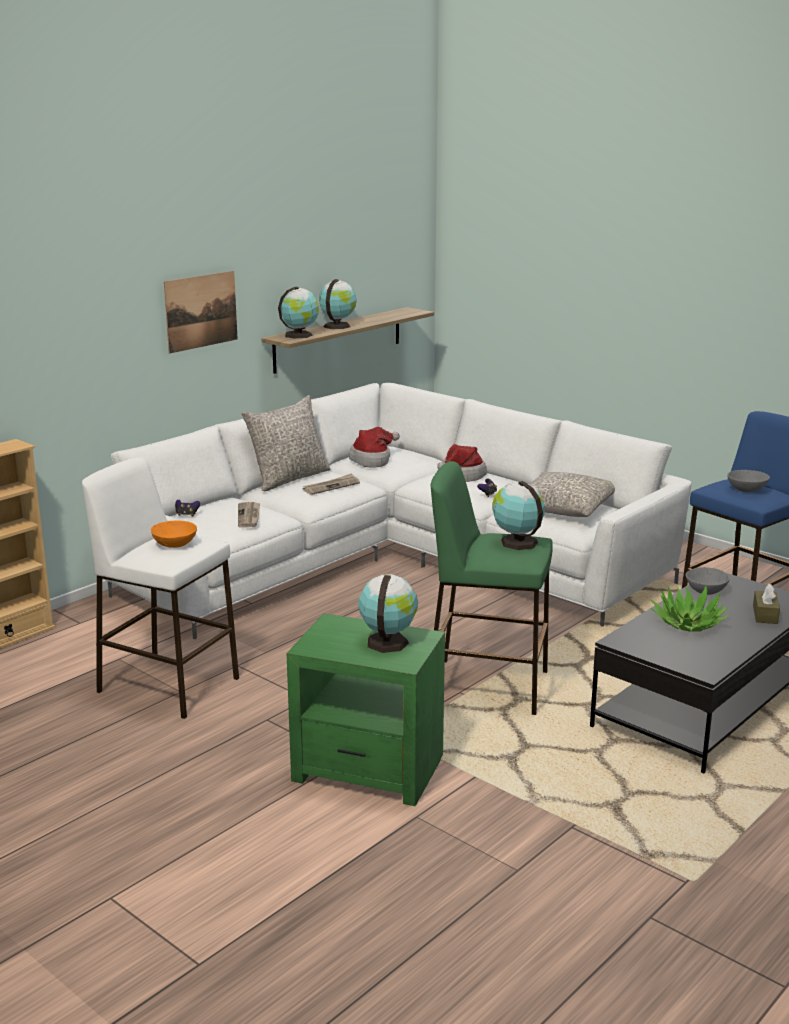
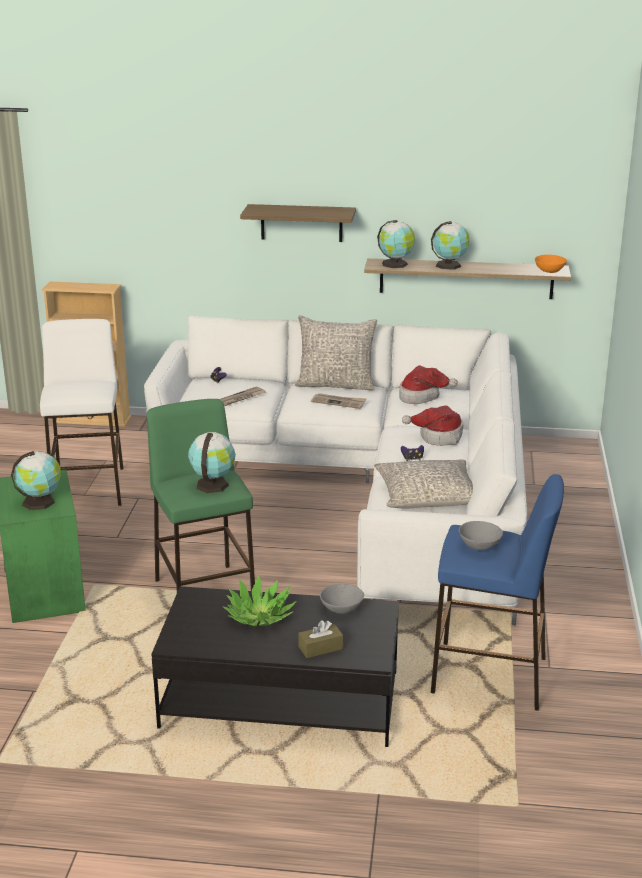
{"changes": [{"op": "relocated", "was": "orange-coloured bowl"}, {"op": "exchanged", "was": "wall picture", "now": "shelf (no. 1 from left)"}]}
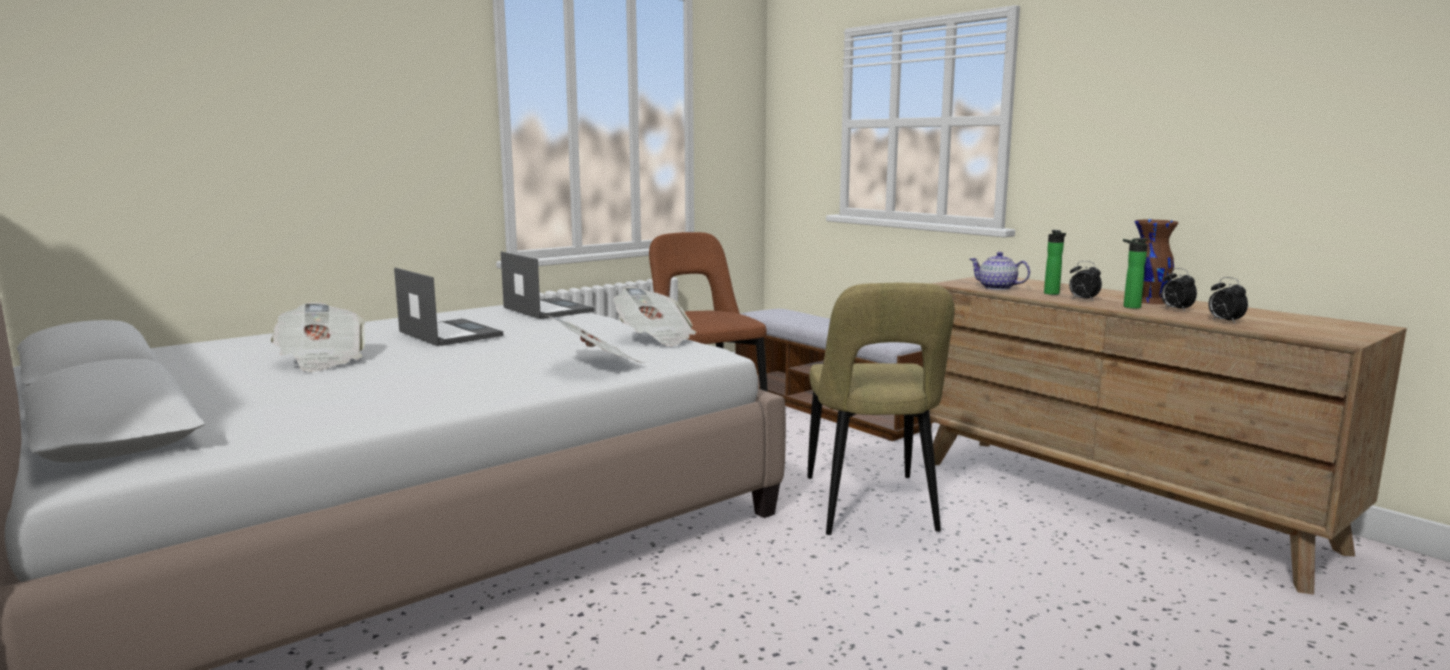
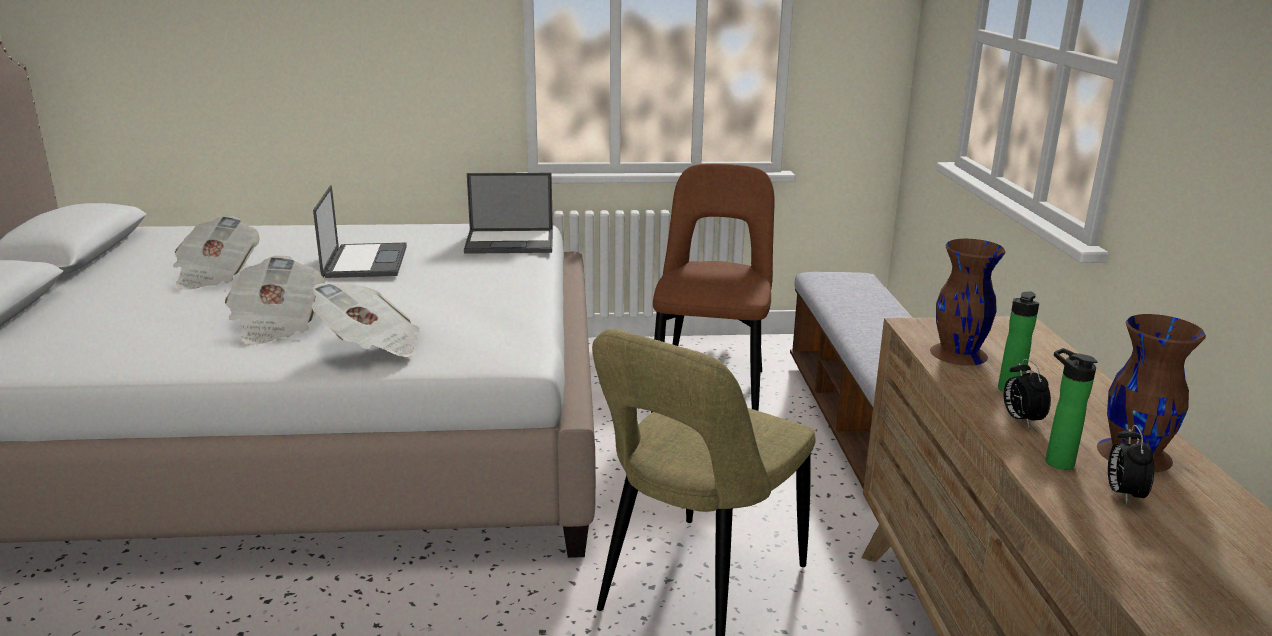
{"changes": [{"op": "missing", "was": "alarm clock (no. 3 from left)"}, {"op": "relocated", "was": "daily paper (no. 3 from left in the first image)", "now": "daily paper (no. 2 from left)"}, {"op": "exchanged", "was": "teapot", "now": "brown vase (no. 1 from left)"}, {"op": "spun", "was": "notebook computer (no. 2 from left)", "clockwise": 90}]}
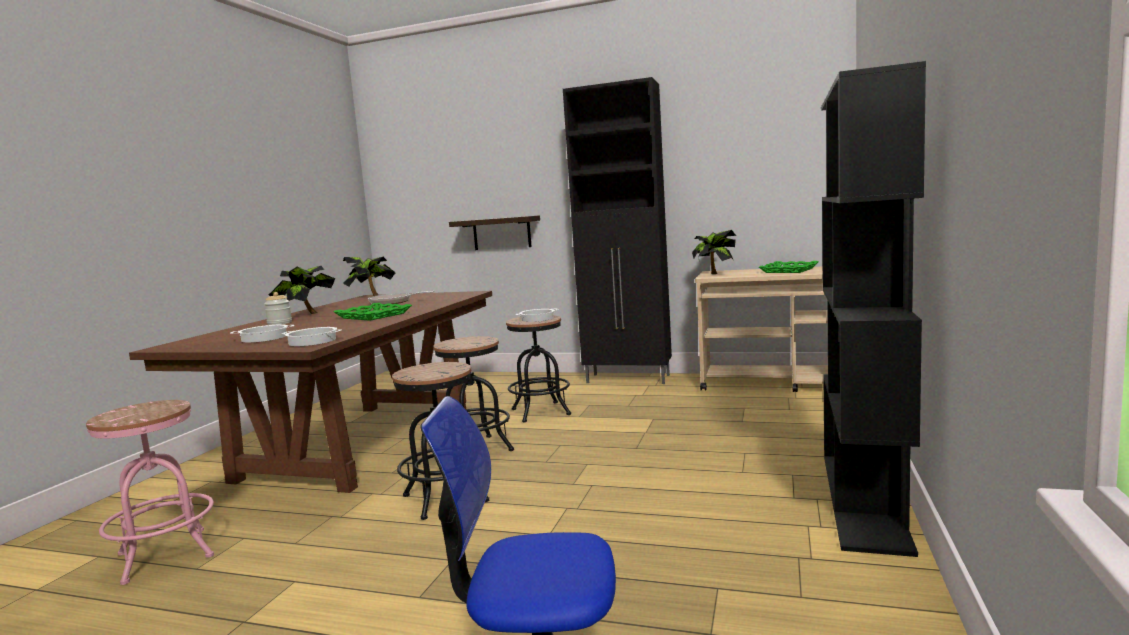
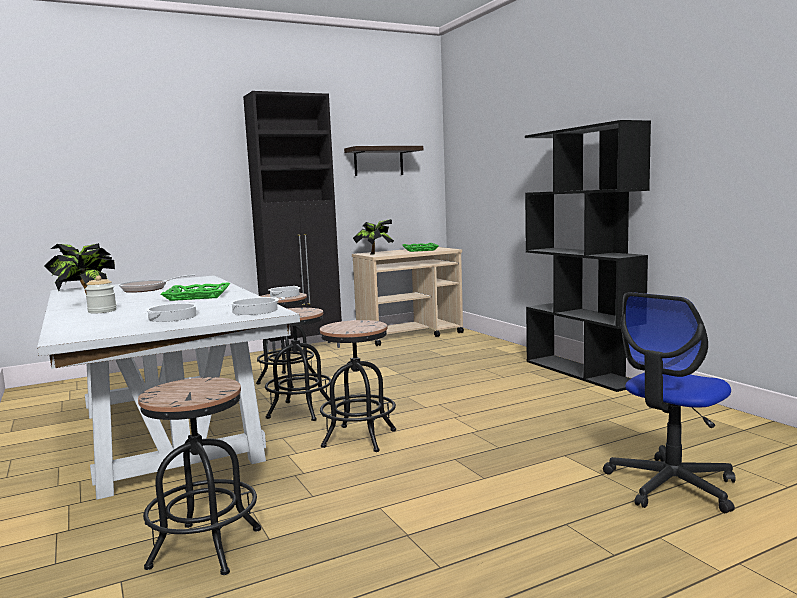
{"changes": [{"op": "relocated", "was": "shelf"}, {"op": "colour", "was": "pink stool seat", "now": "blackish stool seat (no. 1 from left)"}, {"op": "colour", "was": "brown dining table", "now": "whitish dining table"}]}
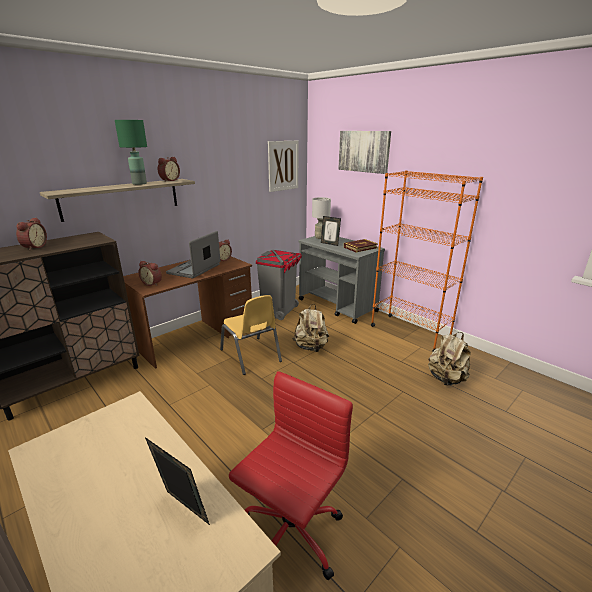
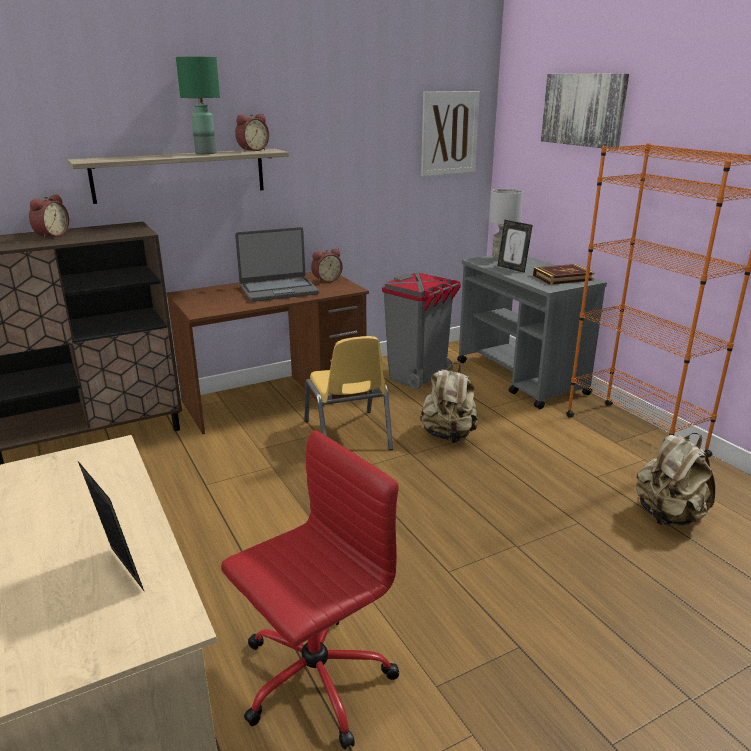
{"changes": [{"op": "missing", "was": "alarm clock (no. 2 from left)"}, {"op": "spun", "was": "notebook computer", "clockwise": -150}]}
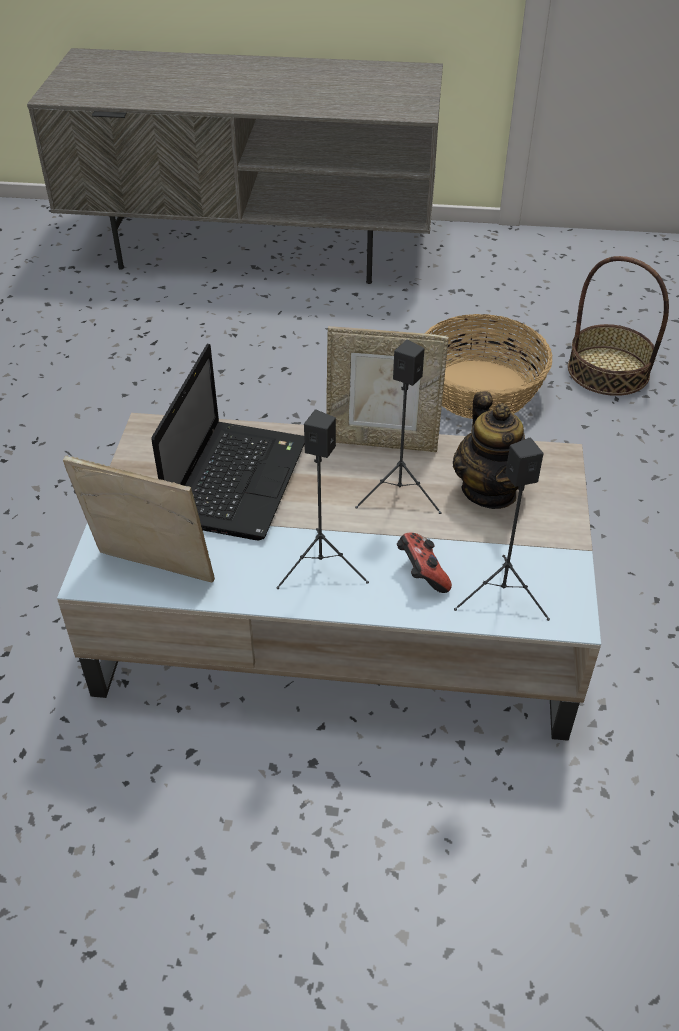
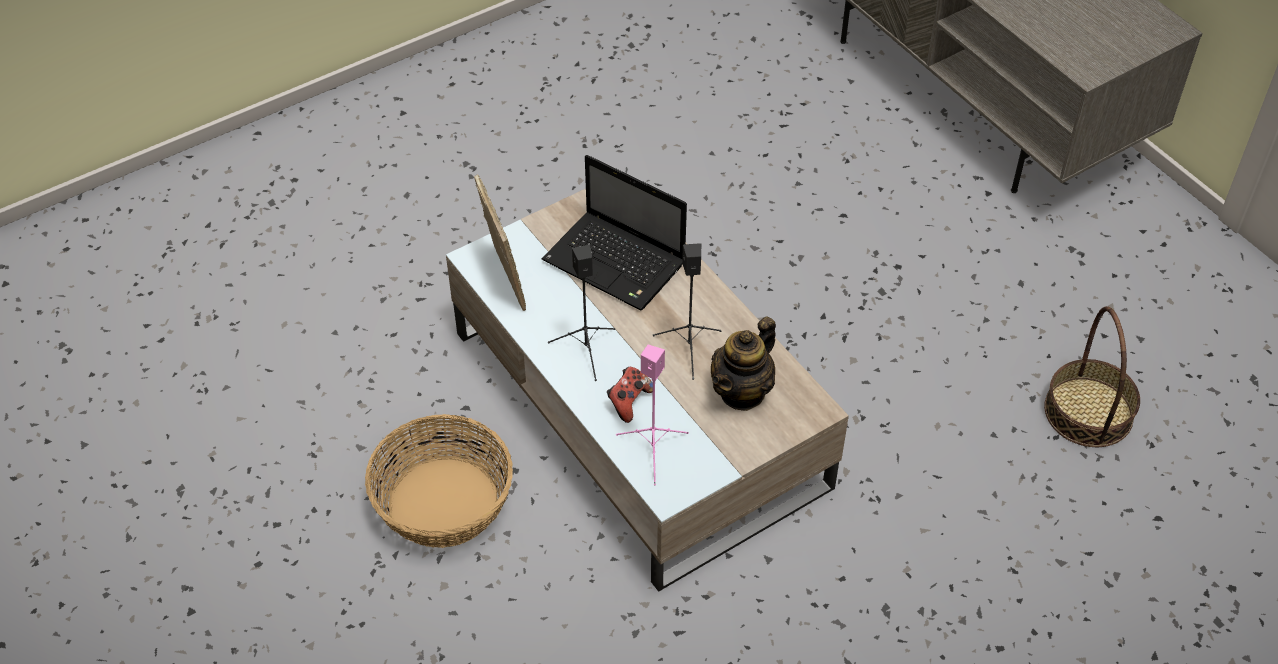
{"changes": [{"op": "missing", "was": "picture frame (no. 2 from left)"}, {"op": "relocated", "was": "basket (no. 1 from left)"}, {"op": "colour", "was": "blackish loudspeaker (no. 3 from left)", "now": "pink loudspeaker"}, {"op": "spun", "was": "notebook computer", "clockwise": 60}]}
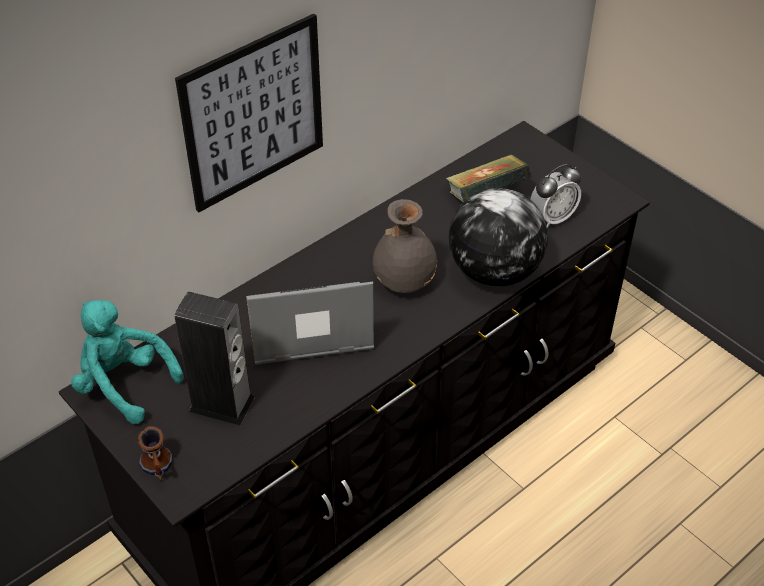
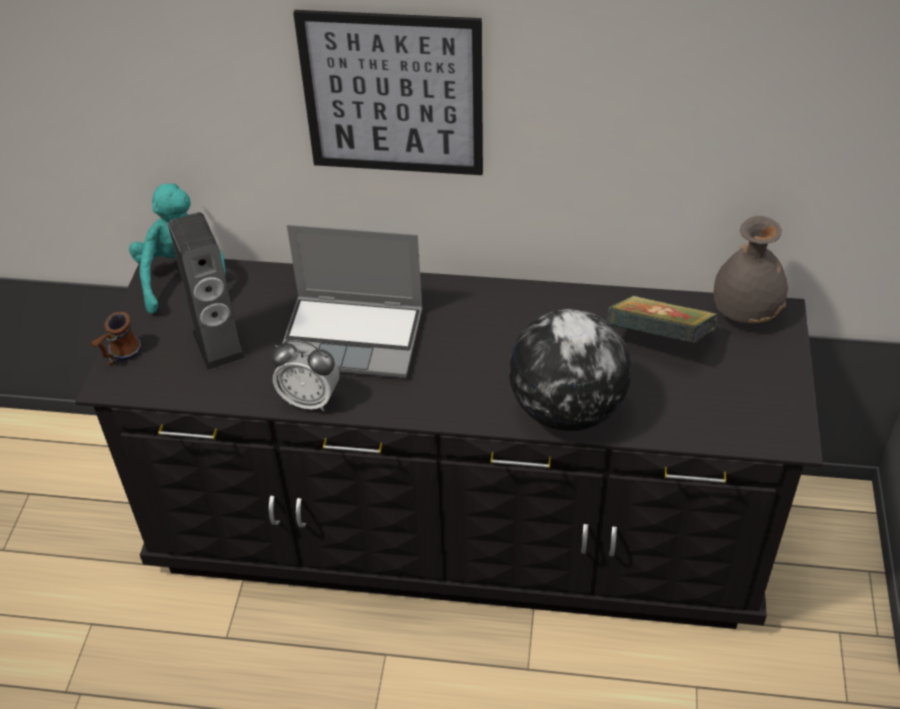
{"changes": [{"op": "relocated", "was": "gray vase"}, {"op": "relocated", "was": "alarm clock"}, {"op": "spun", "was": "notebook computer", "clockwise": 150}]}
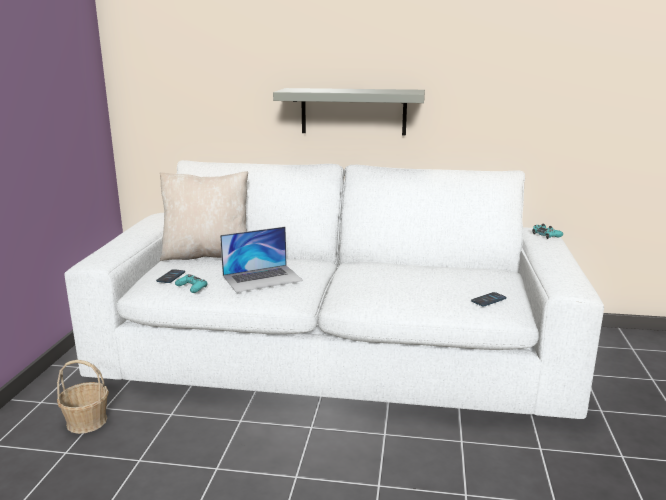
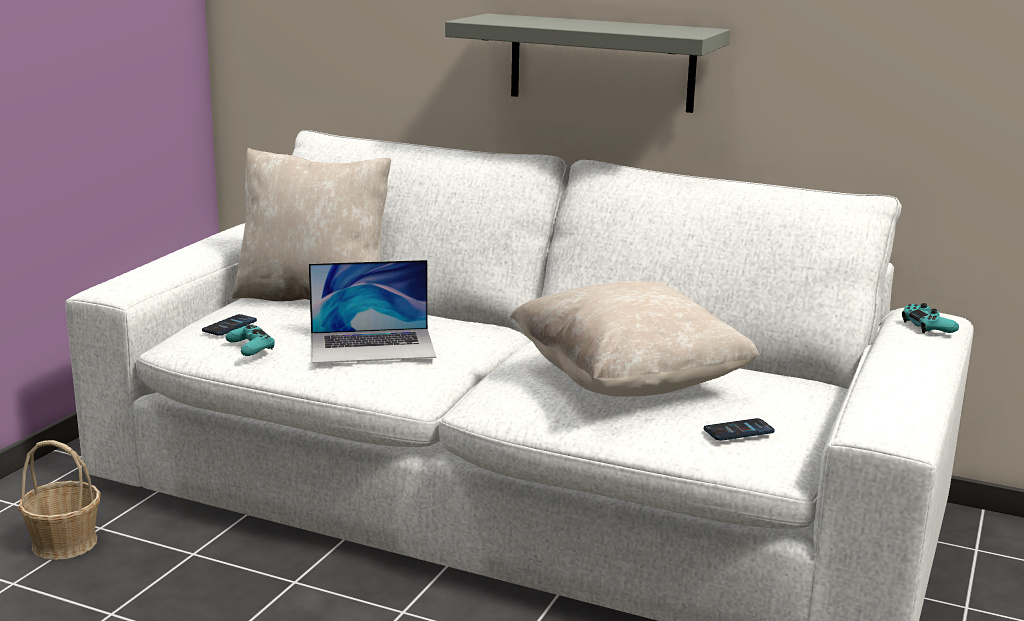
{"changes": [{"op": "appeared", "now": "beige-coloured cushion (no. 2 from left)"}]}
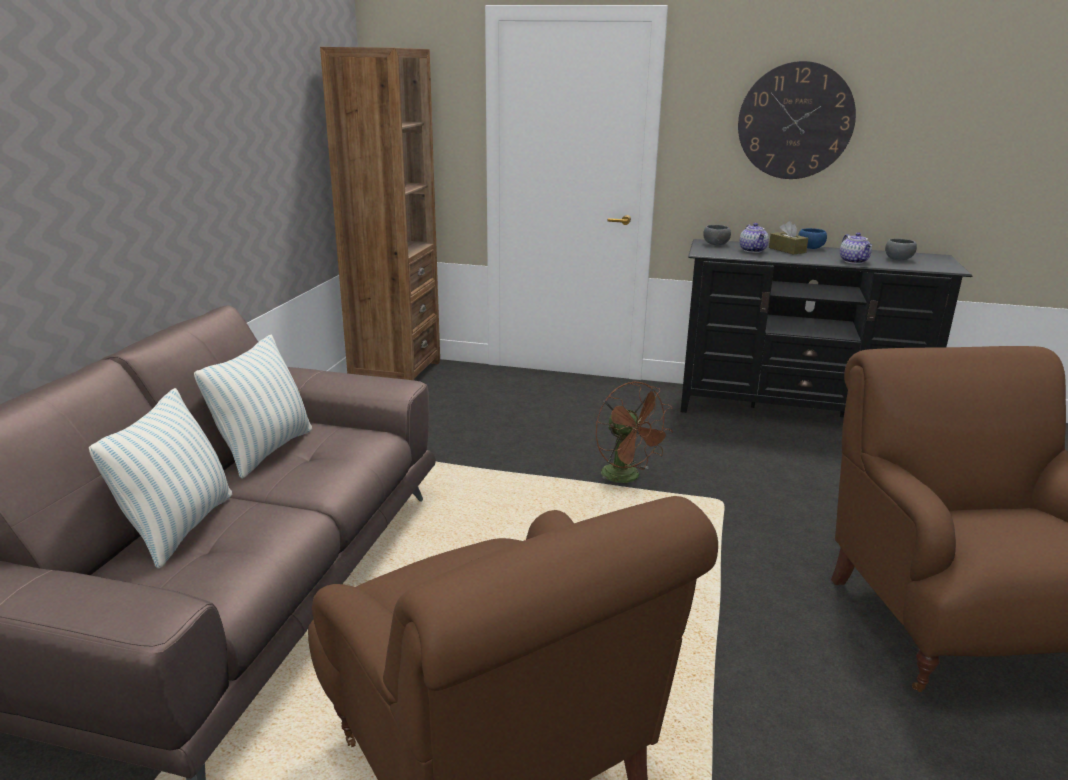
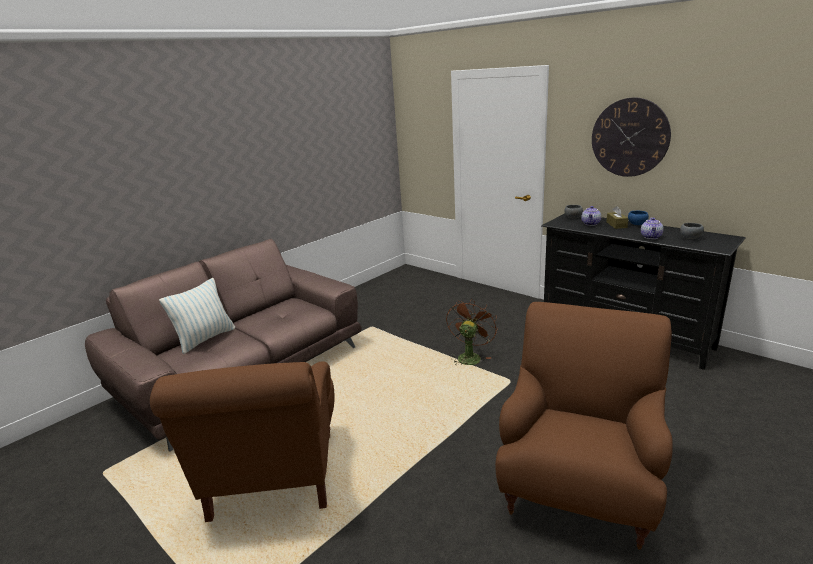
{"changes": [{"op": "missing", "was": "cushion (no. 2 from left)"}, {"op": "missing", "was": "brown bookshelf"}, {"op": "spun", "was": "brown electric fan", "clockwise": -150}]}
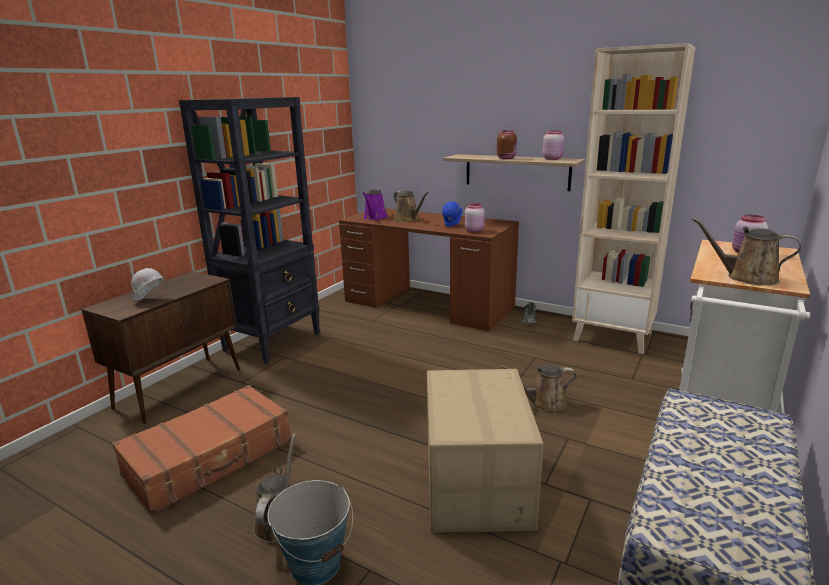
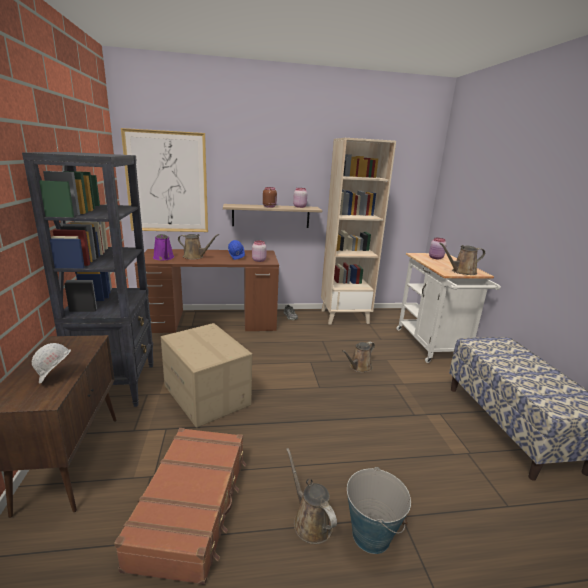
{"changes": [{"op": "appeared", "now": "wall picture"}, {"op": "relocated", "was": "carton"}]}
